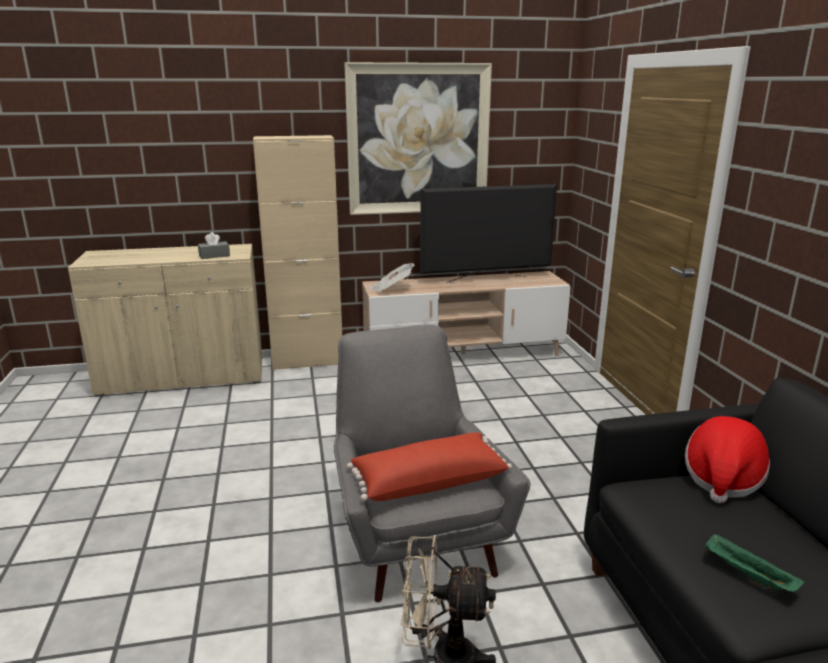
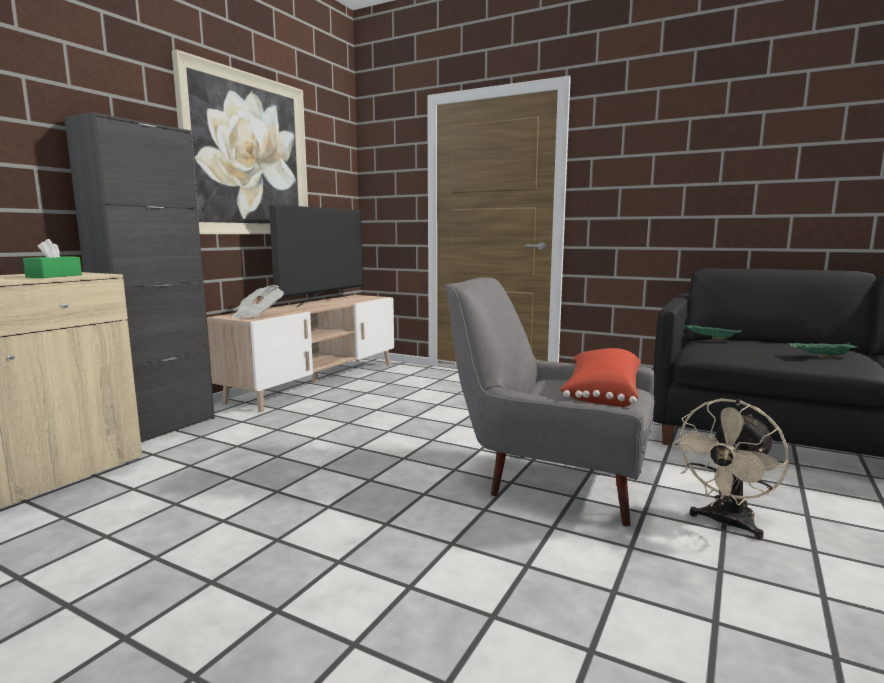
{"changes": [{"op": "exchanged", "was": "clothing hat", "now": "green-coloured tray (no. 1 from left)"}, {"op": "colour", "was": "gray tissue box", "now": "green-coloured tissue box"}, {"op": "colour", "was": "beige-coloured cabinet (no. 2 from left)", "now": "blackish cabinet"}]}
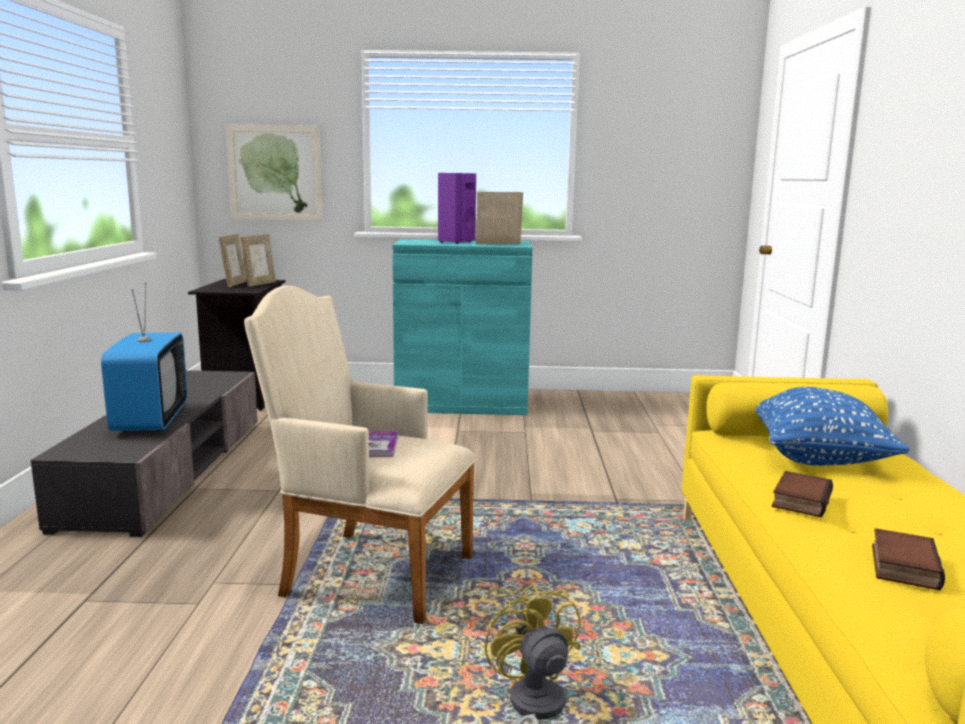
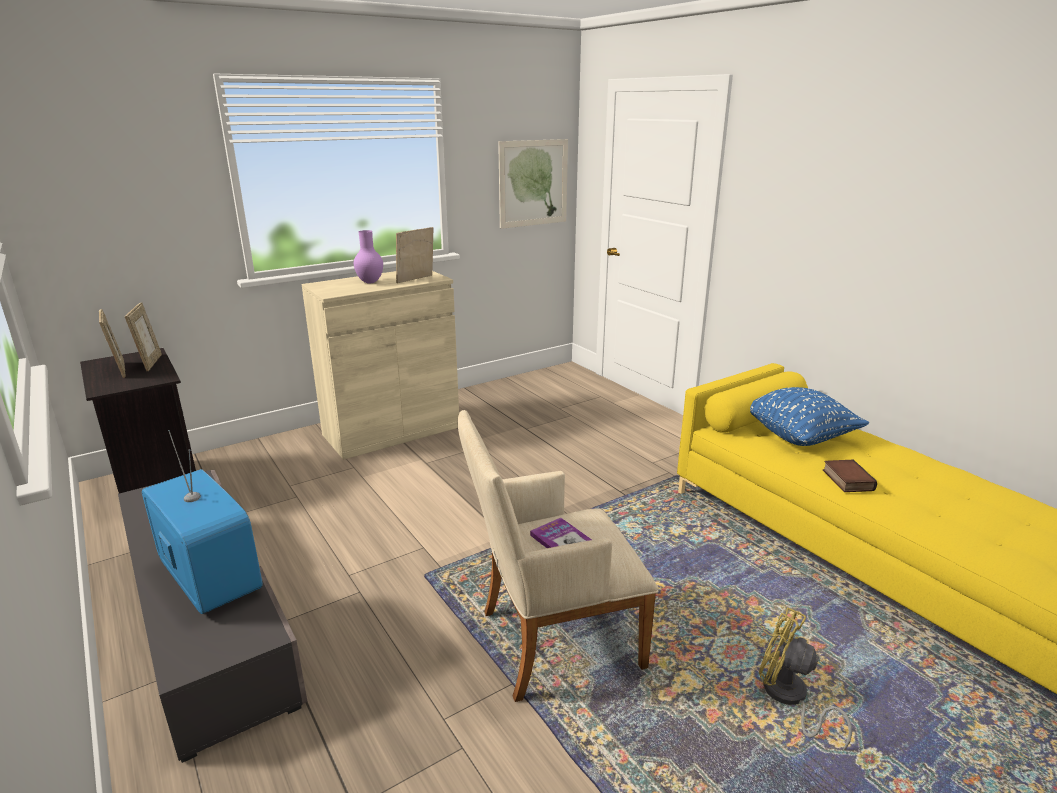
{"changes": [{"op": "missing", "was": "book (no. 3 from left)"}, {"op": "relocated", "was": "wall picture"}, {"op": "exchanged", "was": "purple loudspeaker", "now": "purple vase"}, {"op": "colour", "was": "blue-green cabinet", "now": "beige-coloured cabinet"}]}
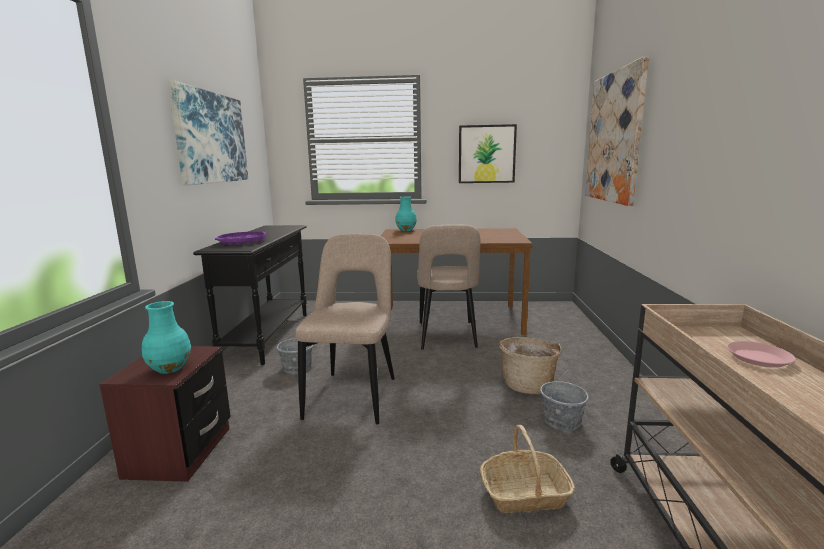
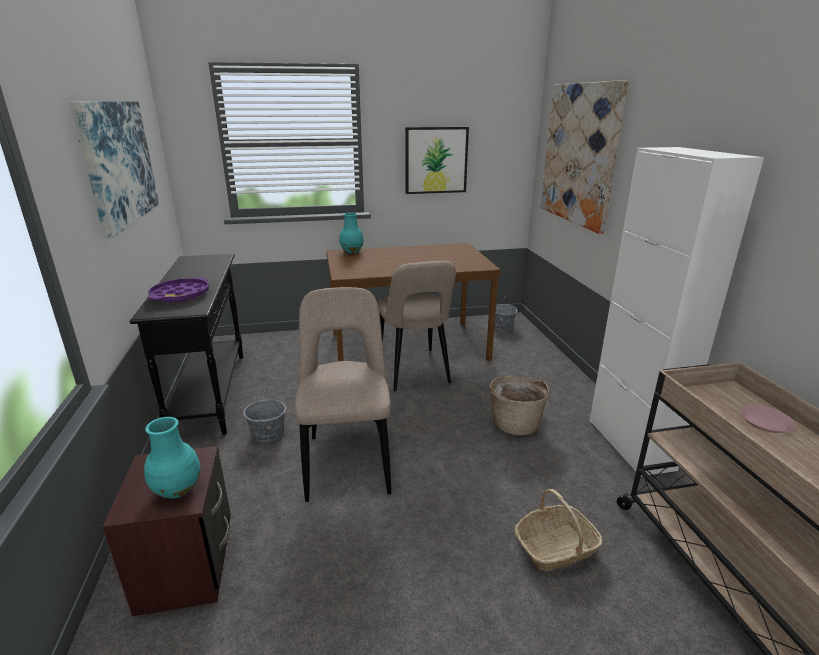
{"changes": [{"op": "appeared", "now": "whitish cabinet"}, {"op": "relocated", "was": "gray water bucket (no. 2 from left)"}]}
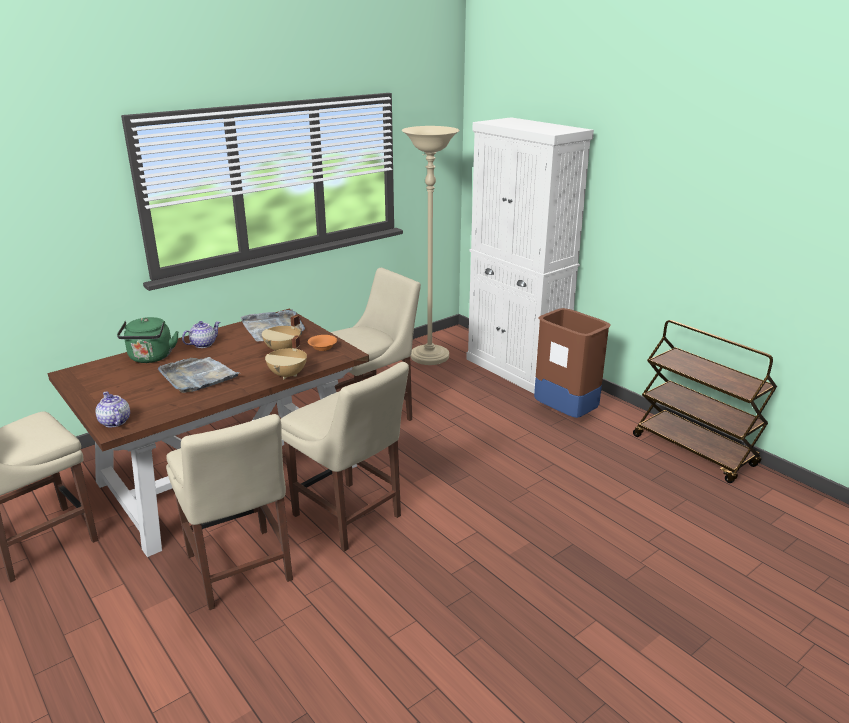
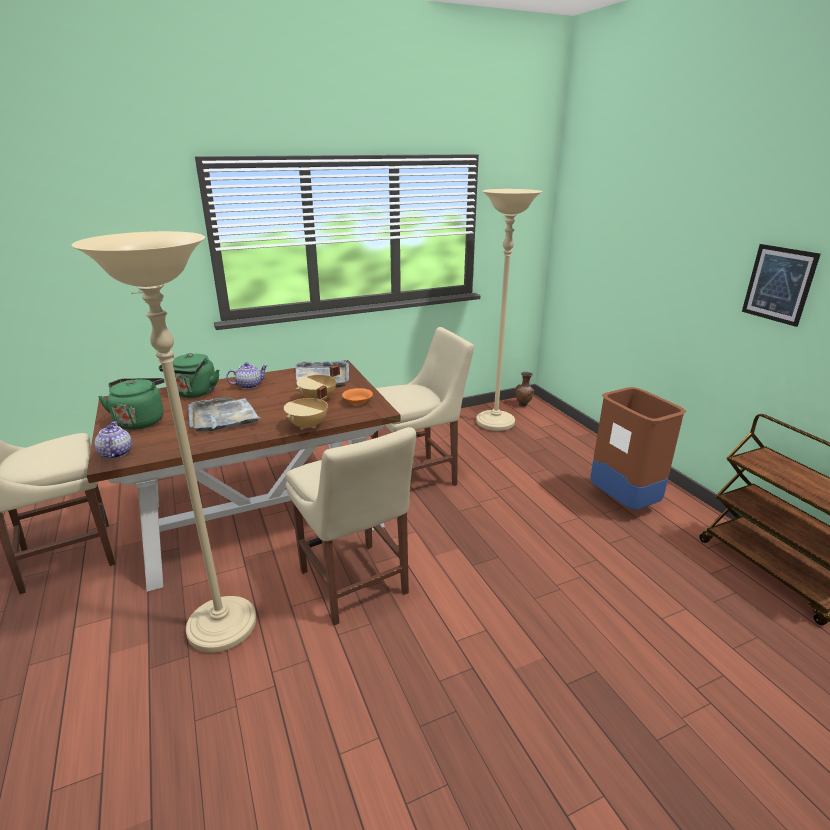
{"changes": [{"op": "missing", "was": "whitish cabinet"}, {"op": "appeared", "now": "green-coloured kettle (no. 1 from left)"}, {"op": "appeared", "now": "brown vase"}, {"op": "appeared", "now": "wall picture"}, {"op": "exchanged", "was": "beige-coloured upright chair (no. 2 from left)", "now": "beige-coloured floor lamp (no. 1 from left)"}]}
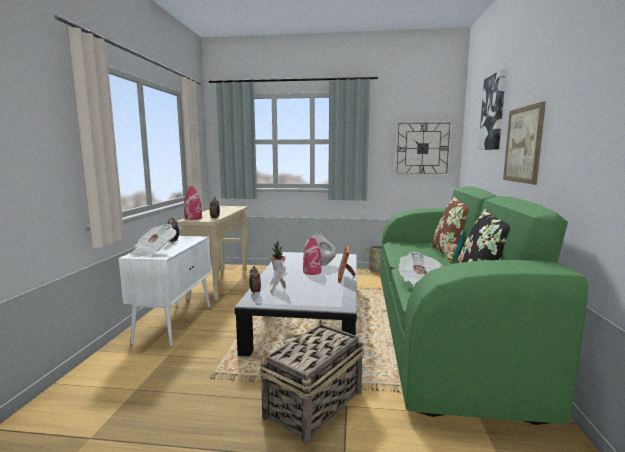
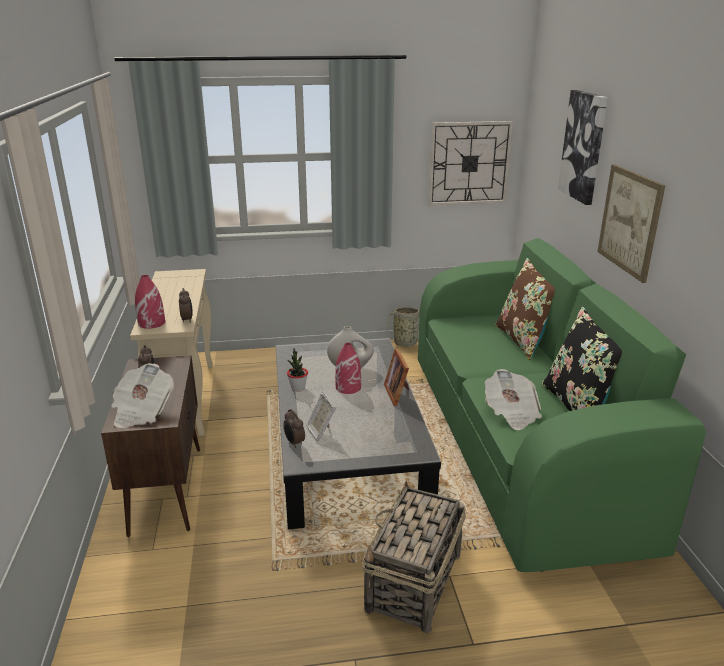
{"changes": [{"op": "colour", "was": "whitish cabinet", "now": "brown cabinet"}]}
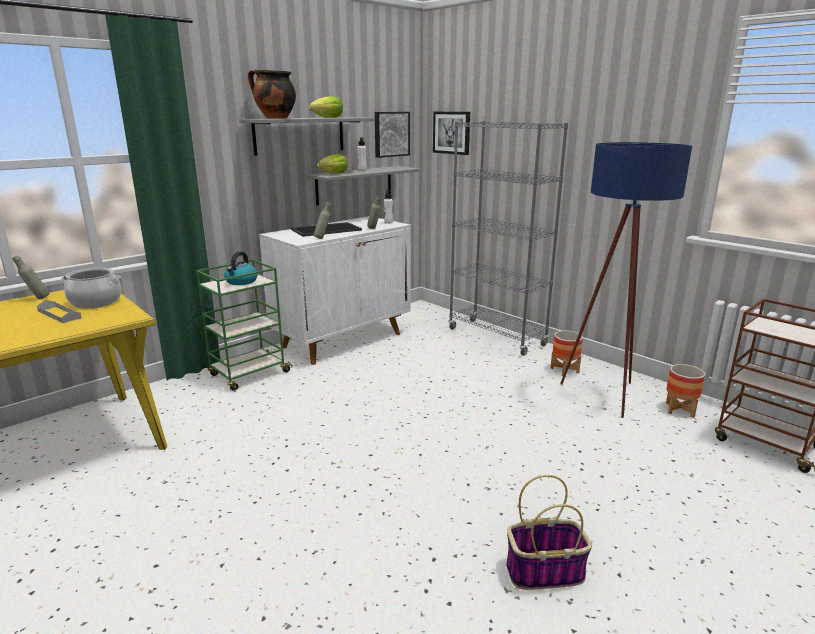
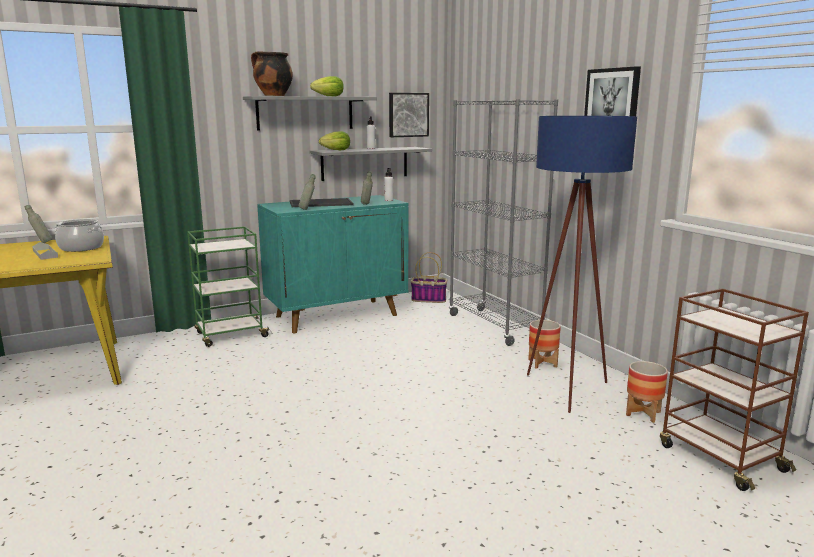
{"changes": [{"op": "missing", "was": "kettle"}, {"op": "relocated", "was": "wall picture (no. 2 from left)"}, {"op": "relocated", "was": "basket"}, {"op": "colour", "was": "whitish cabinet", "now": "blue-green cabinet"}]}
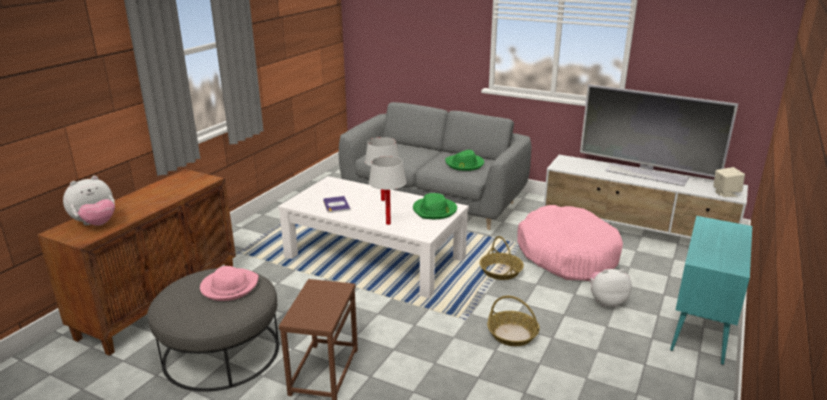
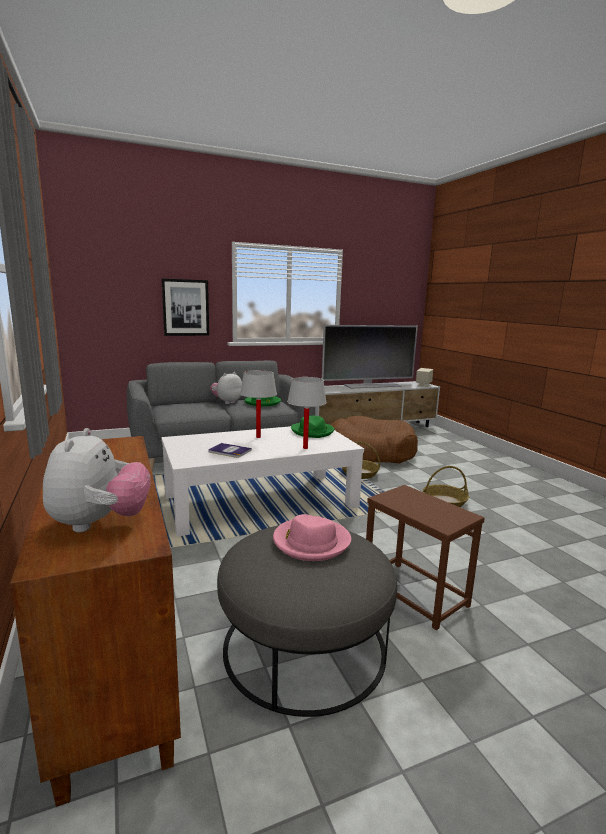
{"changes": [{"op": "missing", "was": "blue-green cabinet"}, {"op": "appeared", "now": "wall picture"}, {"op": "relocated", "was": "plush toy (no. 2 from left)"}, {"op": "colour", "was": "pink pet bed", "now": "brown pet bed"}]}
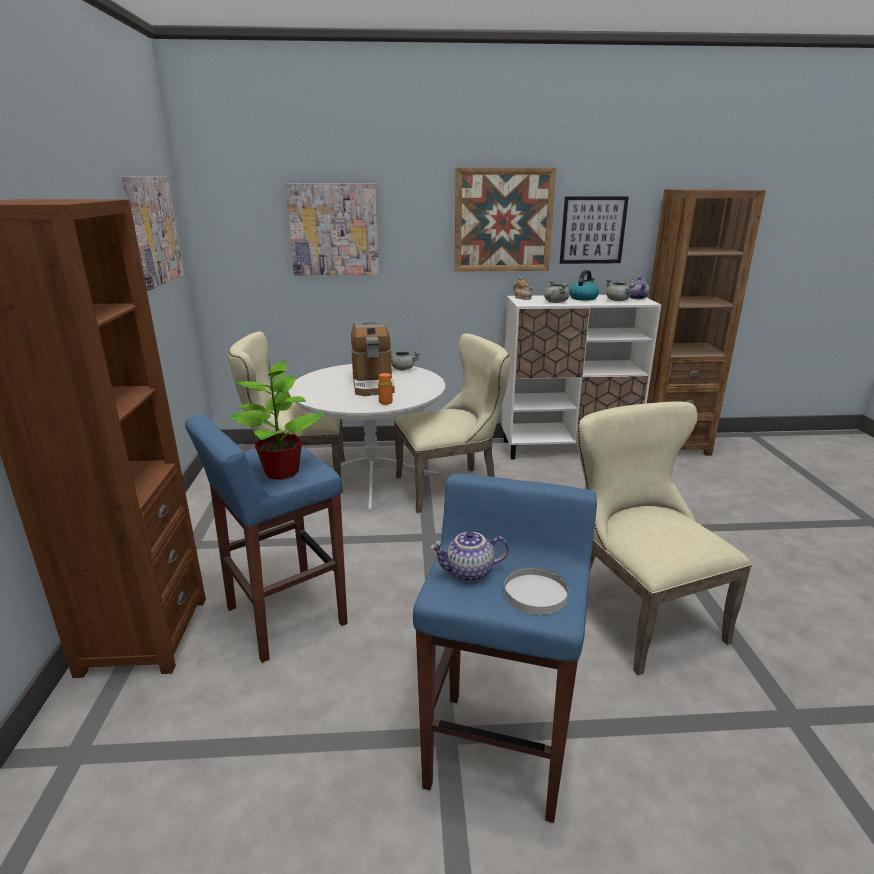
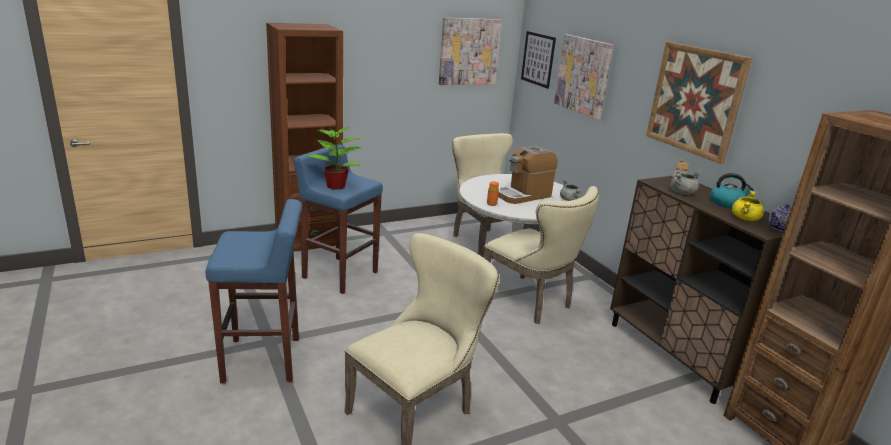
{"changes": [{"op": "missing", "was": "teapot (no. 1 from left)"}, {"op": "missing", "was": "whitish dinner plate"}, {"op": "relocated", "was": "wall picture (no. 4 from left in the first image)", "now": "wall picture (no. 2 from left)"}, {"op": "colour", "was": "whitish cabinet", "now": "brown cabinet"}, {"op": "colour", "was": "gray stockpot (no. 3 from left)", "now": "yellow stockpot"}]}
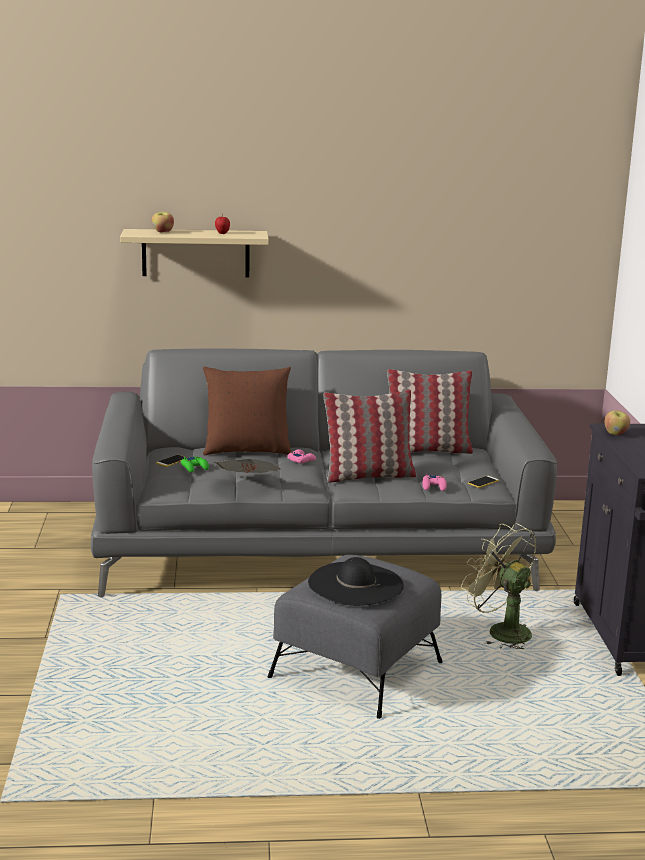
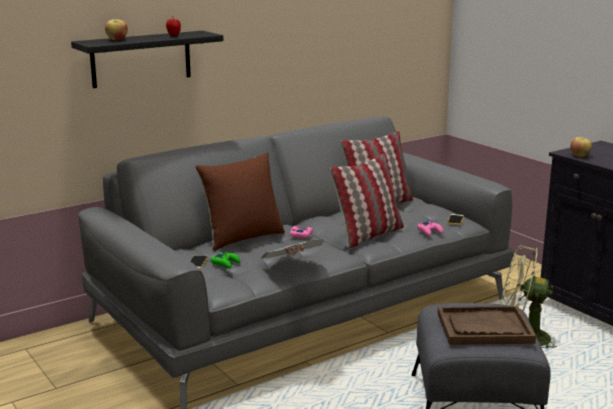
{"changes": [{"op": "exchanged", "was": "blackish clothing hat", "now": "brown tray"}, {"op": "colour", "was": "beige-coloured shelf", "now": "blackish shelf"}]}
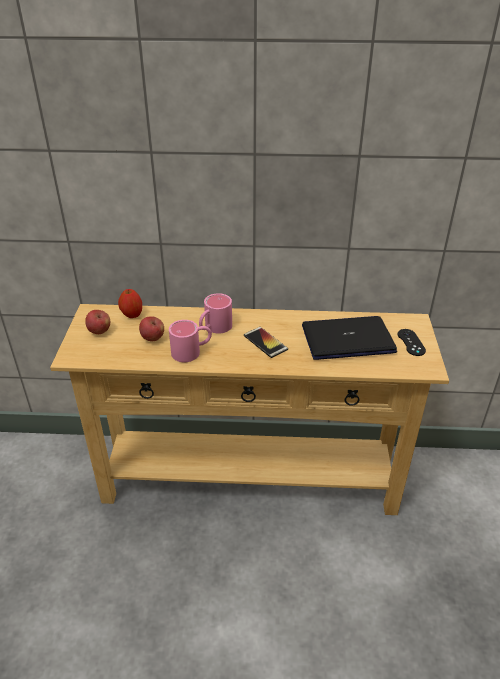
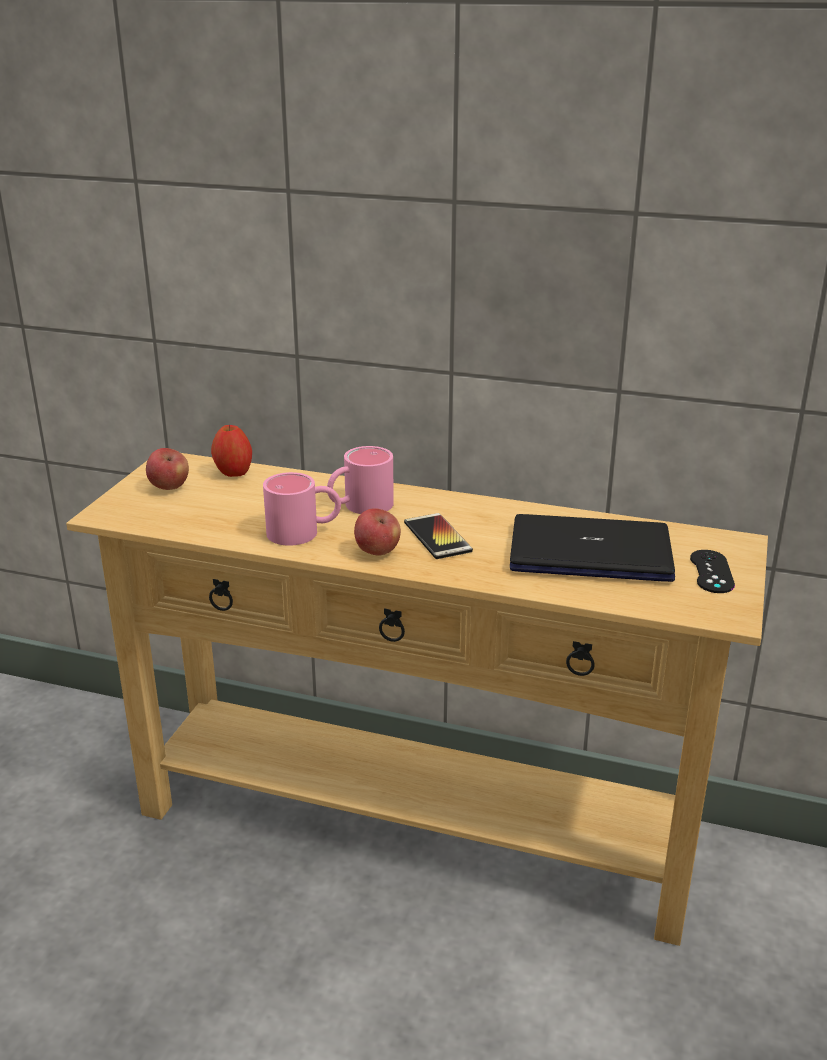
{"changes": [{"op": "relocated", "was": "apple fruit (no. 3 from left)"}]}
